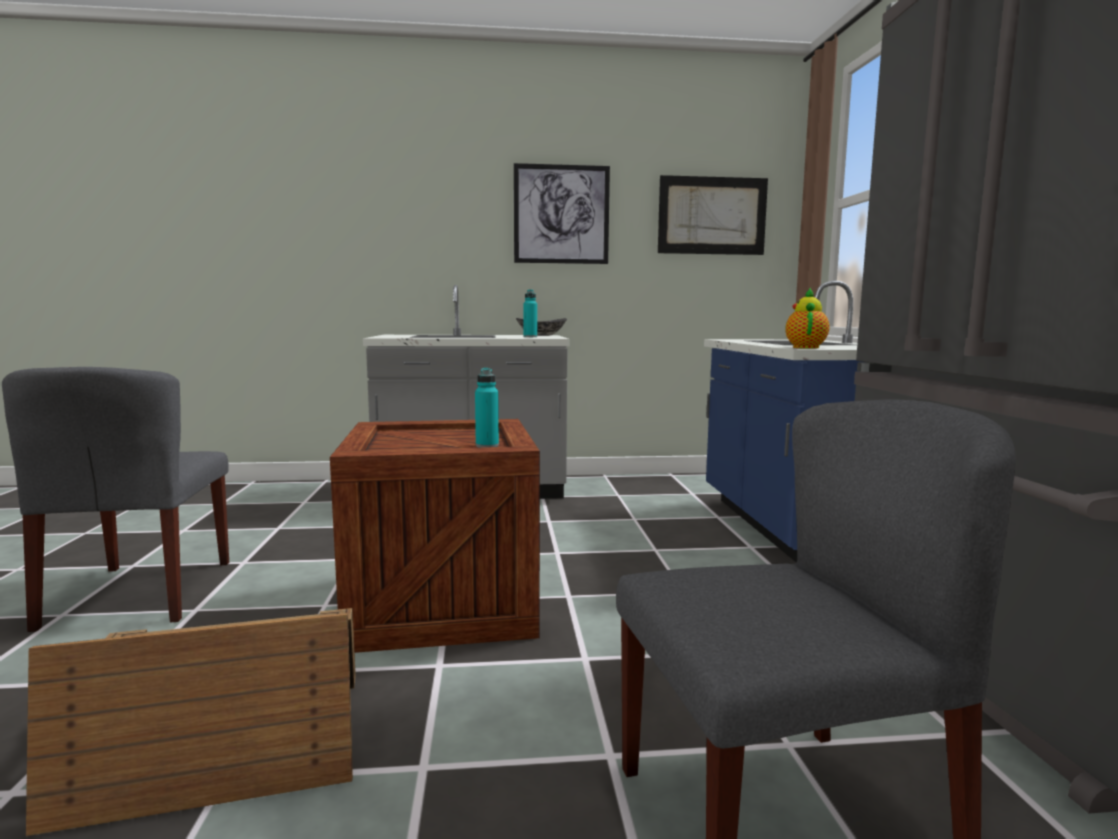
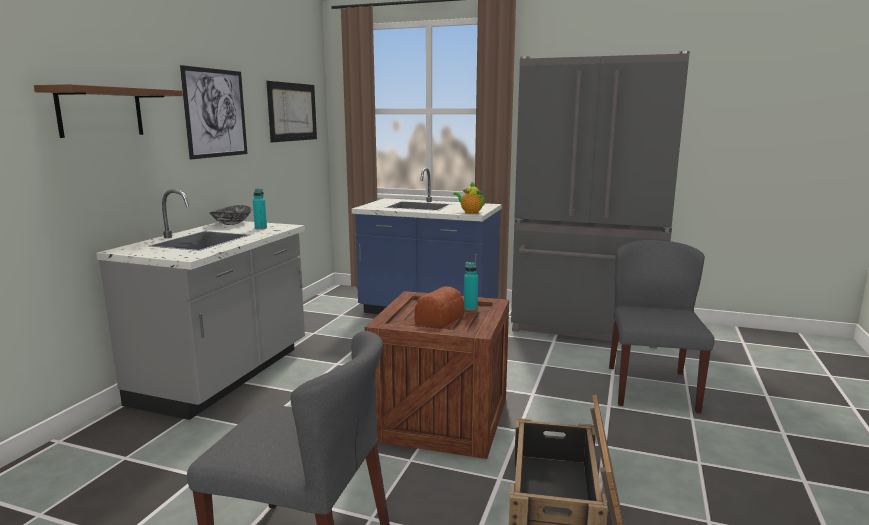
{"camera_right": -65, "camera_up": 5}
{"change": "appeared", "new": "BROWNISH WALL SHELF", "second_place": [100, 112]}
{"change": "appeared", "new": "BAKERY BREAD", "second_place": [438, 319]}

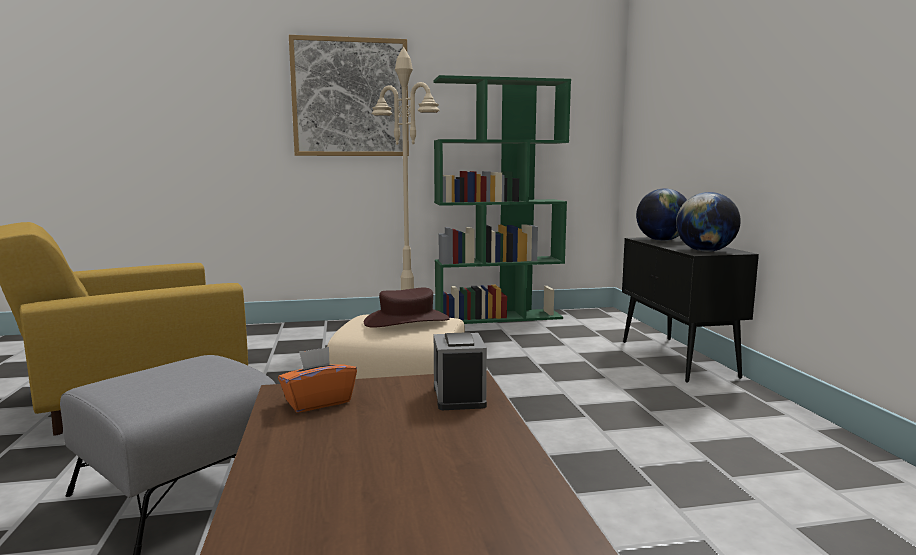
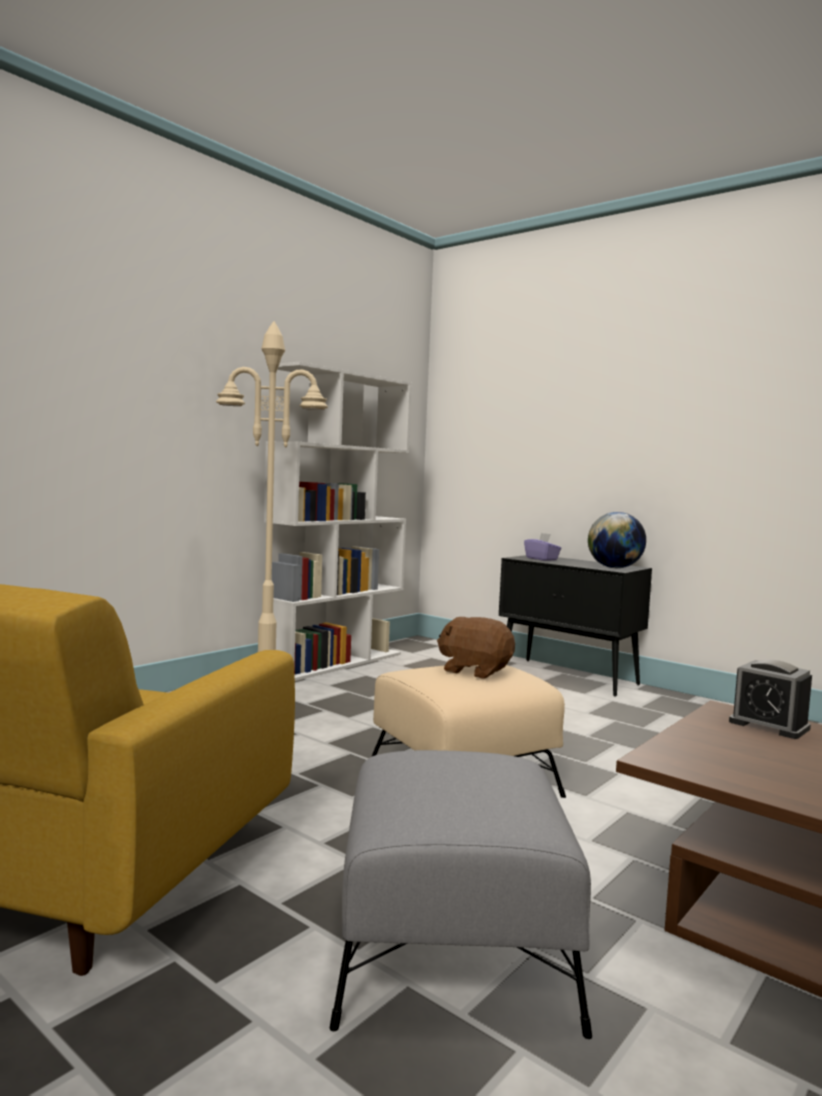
{"camera_right": -40, "camera_up": -5}
{"change": "missing", "old": "ORANGE TISSUE BOX", "first_place": [318, 402]}
{"change": "missing", "old": "PICTURE", "first_place": [350, 98]}
{"change": "exchanged", "old": "BROWNISH CLOTHING HAT", "new": "BROWNISH CUDDLY TOY", "first_place": [406, 321], "second_place": [475, 671]}
{"change": "exchanged", "old": "DESK GLOBE", "new": "PURPLE TISSUE BOX", "first_place": [661, 240], "second_place": [542, 559]}
{"change": "colour", "old": "GREENISH BOOKSHELF", "new": "WHITE-COLOURED BOOKSHELF", "first_place": [499, 317], "second_place": [334, 662]}

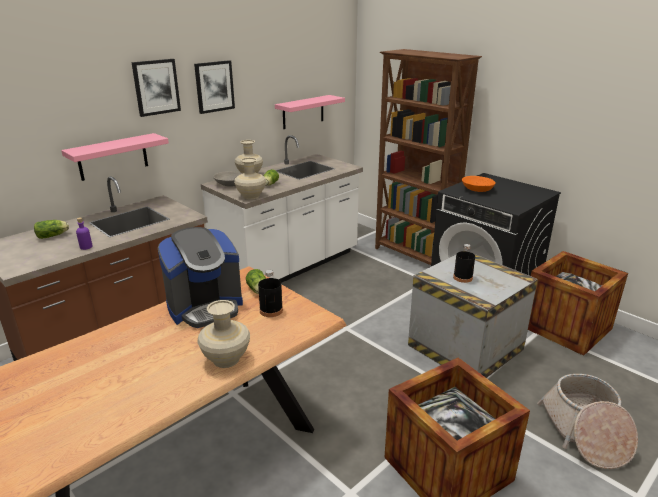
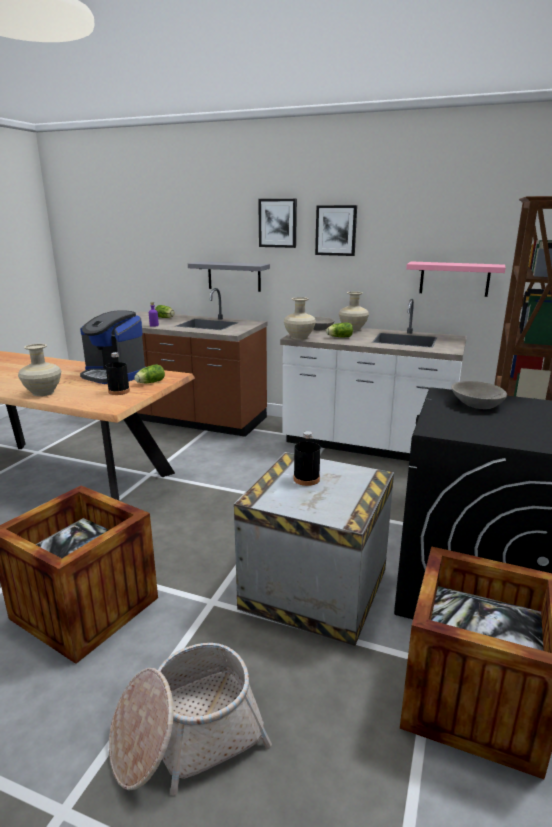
{"camera_right": 65, "camera_up": -5}
{"change": "colour", "old": "PINK-COLOURED WALL SHELF", "new": "GRAY WALL SHELF", "first_place": [113, 157], "second_place": [234, 276]}
{"change": "colour", "old": "ORANGE SERVING BOWL", "new": "GRAY SERVING BOWL", "first_place": [477, 189], "second_place": [476, 404]}

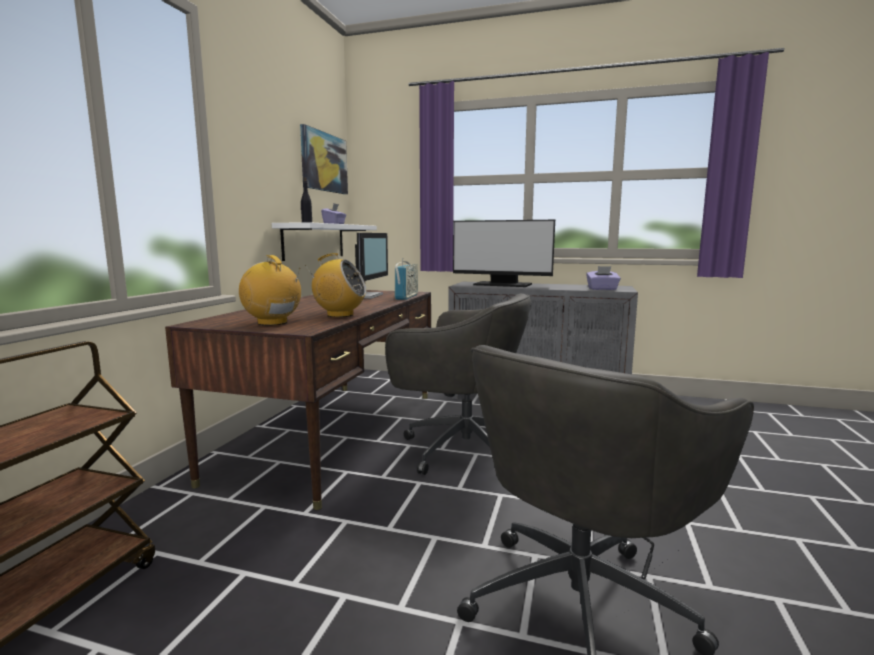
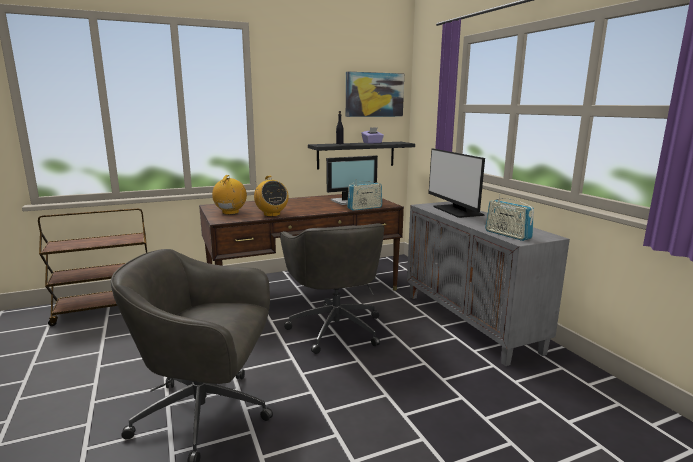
{"camera_right": 50, "camera_up": 5}
{"change": "exchanged", "old": "PURPLE TISSUE BOX", "new": "RADIO", "first_place": [602, 289], "second_place": [507, 235]}
{"change": "colour", "old": "WHITE-COLOURED WALL SHELF", "new": "BLACK-COLOURED WALL SHELF", "first_place": [314, 241], "second_place": [356, 155]}

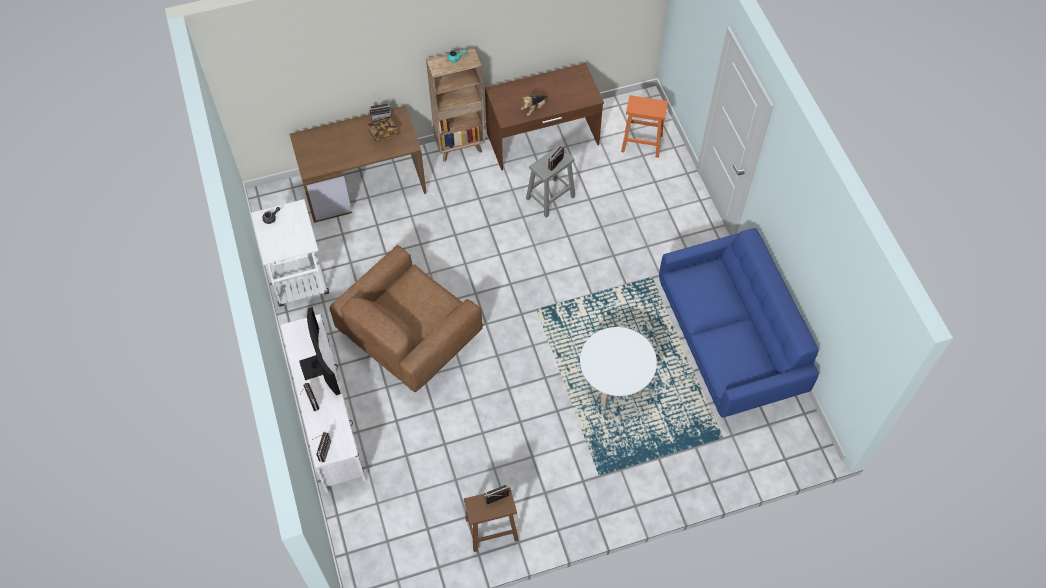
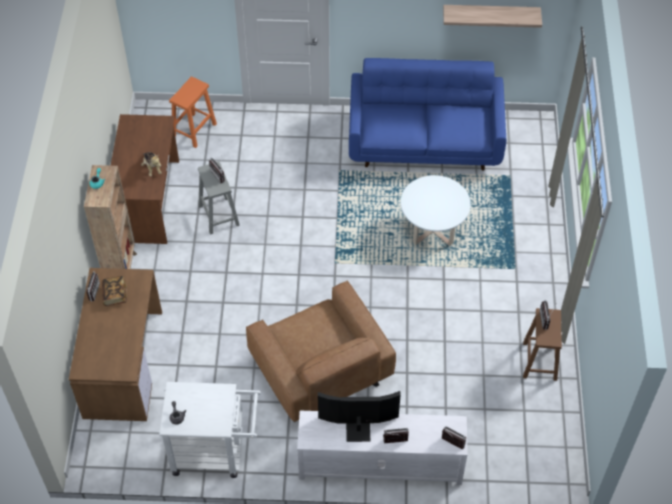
{"camera_right": -70, "camera_up": -5}
{"change": "appeared", "new": "WALL SHELF", "second_place": [490, 14]}

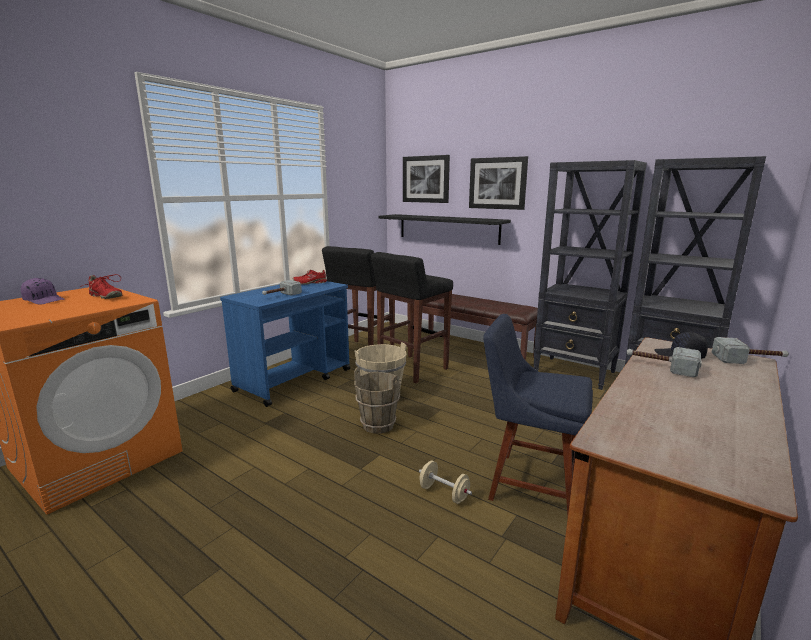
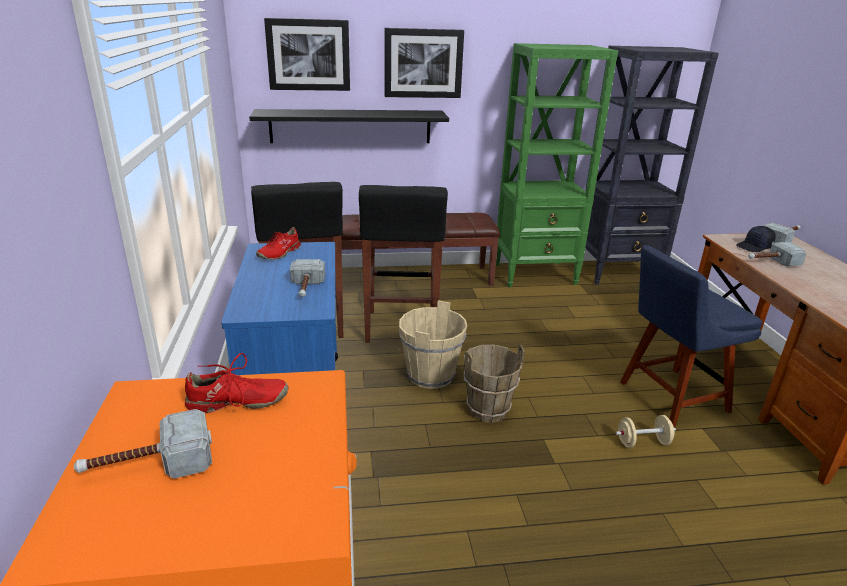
{"camera_right": -45, "camera_up": 10}
{"change": "exchanged", "old": "PURPLE CAP", "new": "HAND HAMMER", "first_place": [45, 300], "second_place": [148, 465]}
{"change": "colour", "old": "BLACK-COLOURED BOOKSHELF", "new": "GREENISH BOOKSHELF", "first_place": [575, 373], "second_place": [535, 274]}

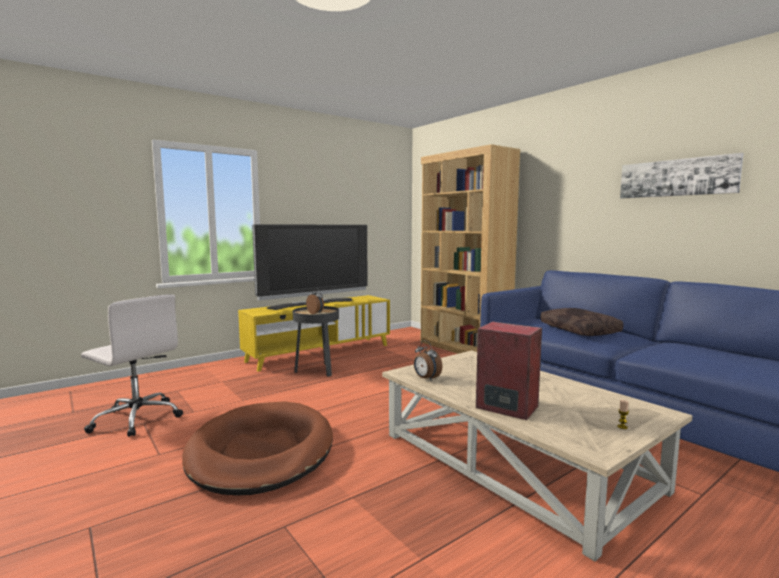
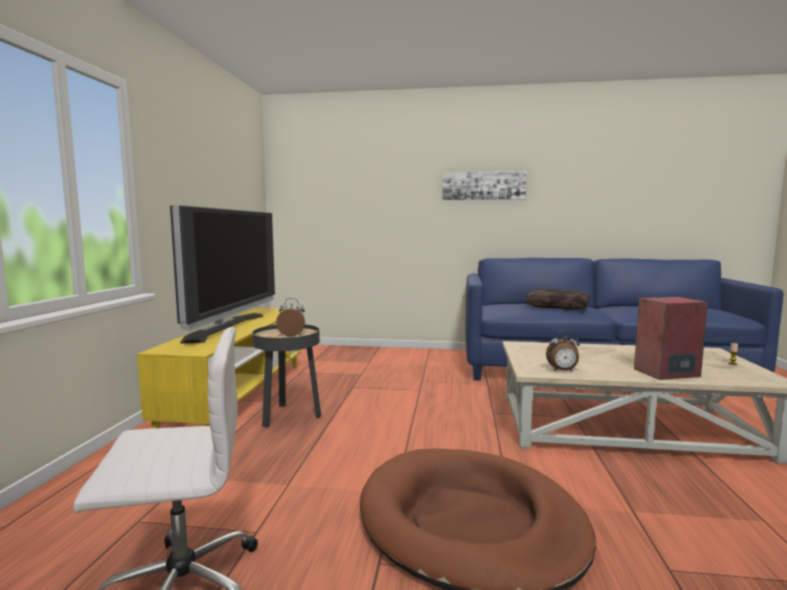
{"camera_right": -45, "camera_up": 0}
{"change": "missing", "old": "BROWNISH BOOKSHELF", "first_place": [463, 348]}
{"change": "relocated", "old": "PICTURE", "first_place": [676, 178], "second_place": [483, 185]}

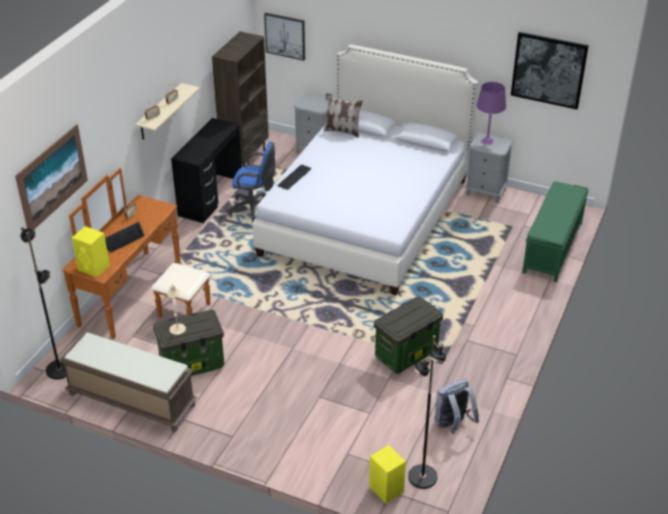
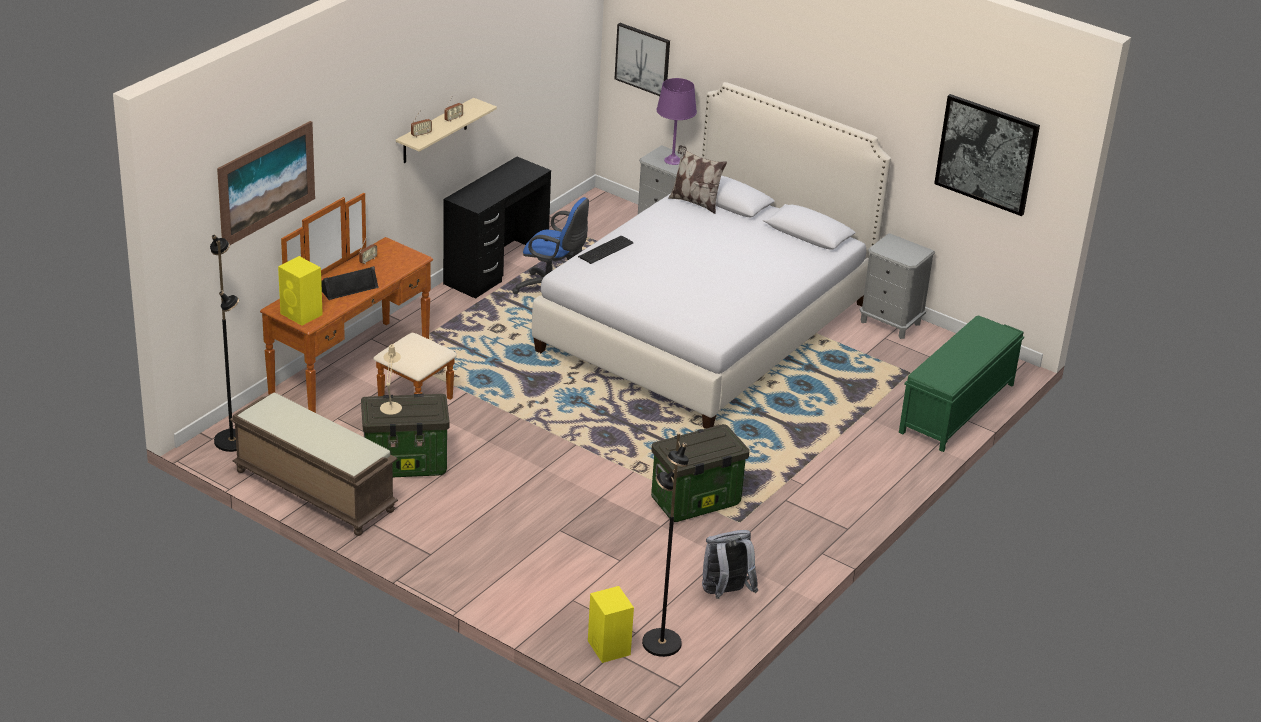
{"camera_right": 10, "camera_up": -5}
{"change": "missing", "old": "BROWNISH BOOKSHELF", "first_place": [245, 159]}
{"change": "relocated", "old": "PURPLE LAMP FOR A TABLE", "first_place": [487, 141], "second_place": [672, 160]}

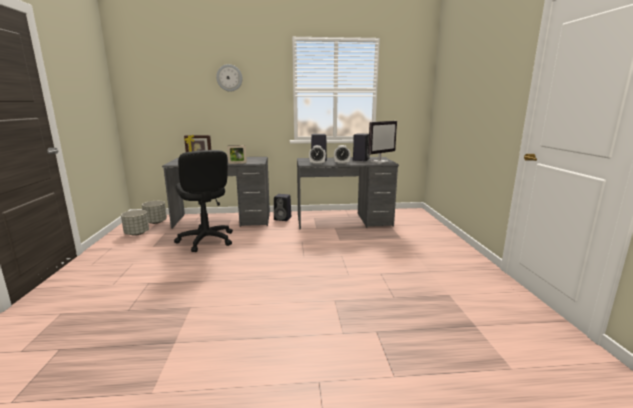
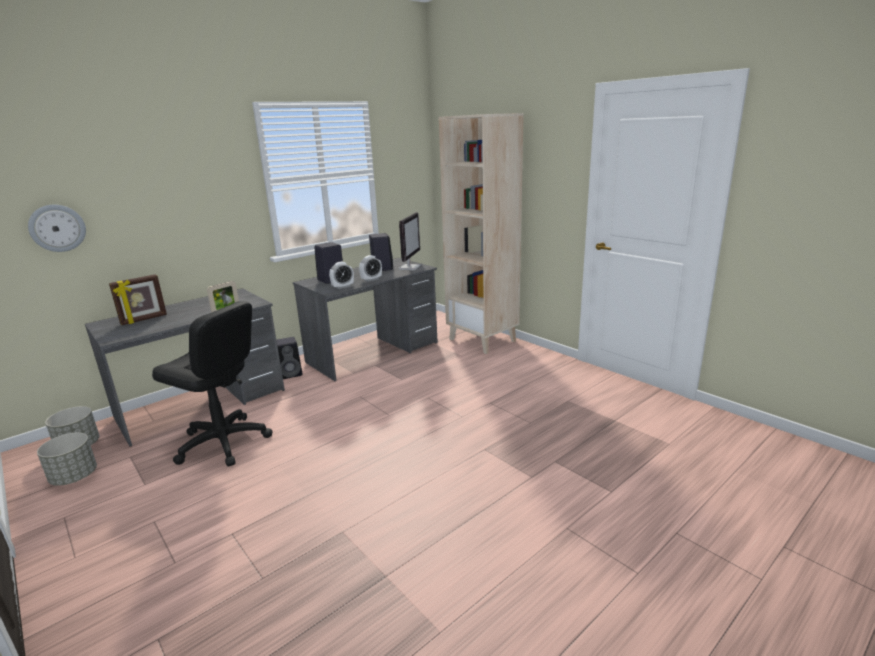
{"camera_right": -35, "camera_up": 5}
{"change": "appeared", "new": "SAND-COLOURED BOOKSHELF", "second_place": [483, 340]}
{"change": "relocated", "old": "CLOCK ON THE WALL", "first_place": [229, 78], "second_place": [57, 228]}

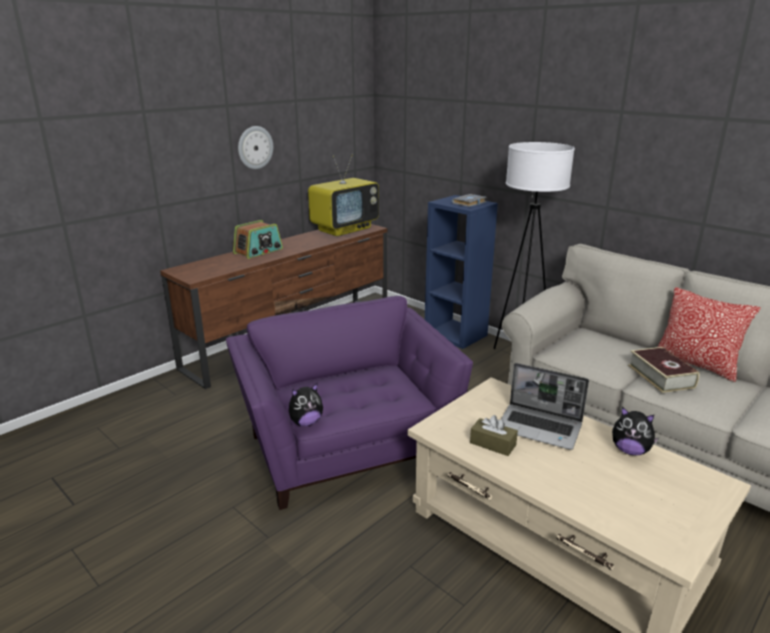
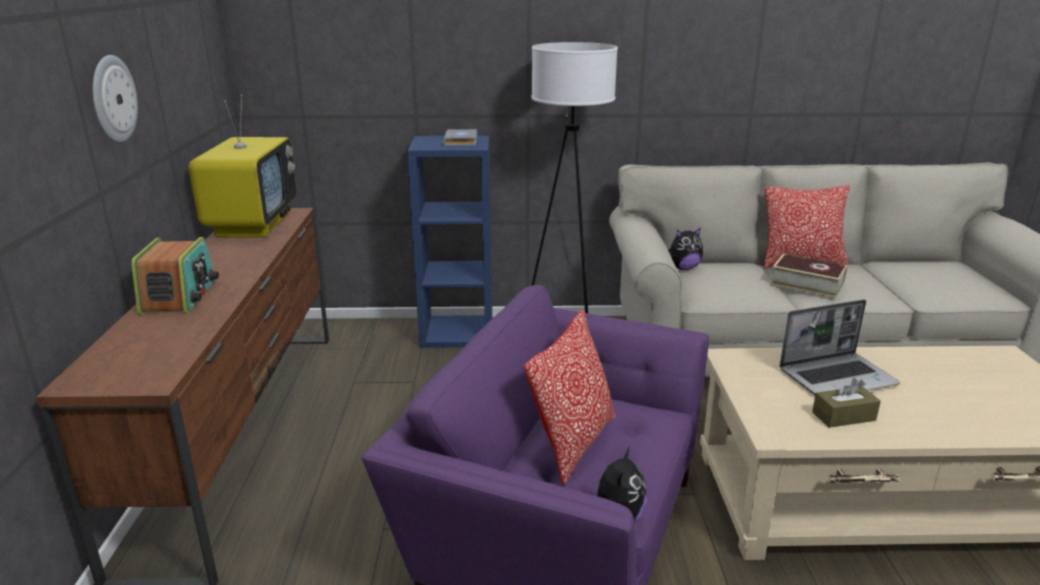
{"camera_right": -45, "camera_up": 0}
{"change": "appeared", "new": "PILLOW", "second_place": [573, 443]}
{"change": "relocated", "old": "CUDDLY TOY", "first_place": [630, 451], "second_place": [683, 268]}

